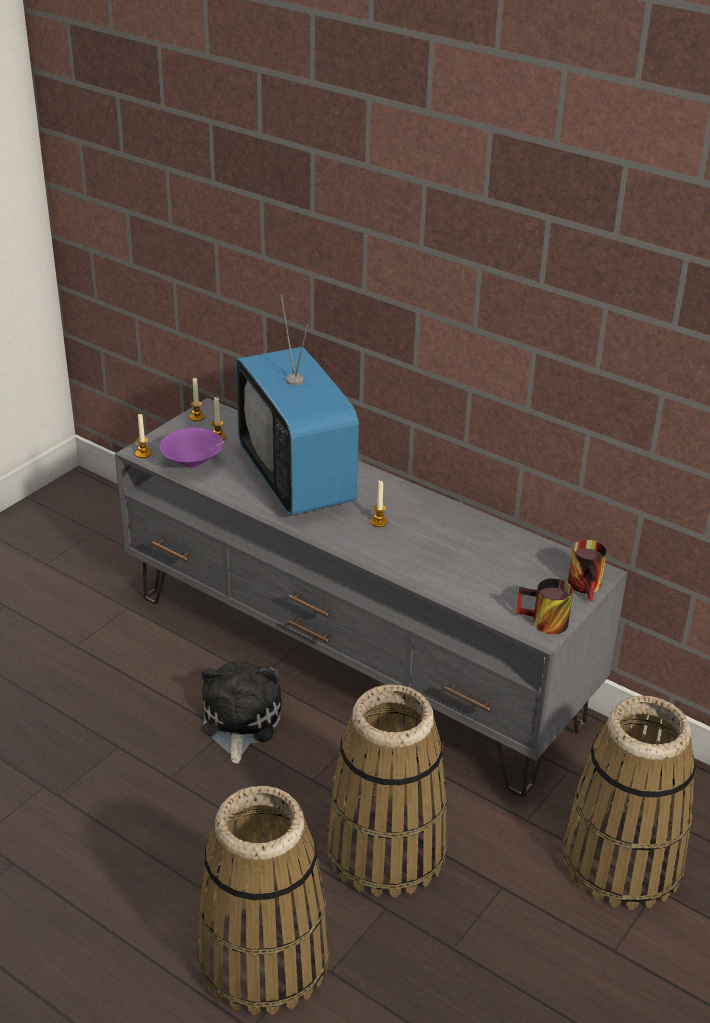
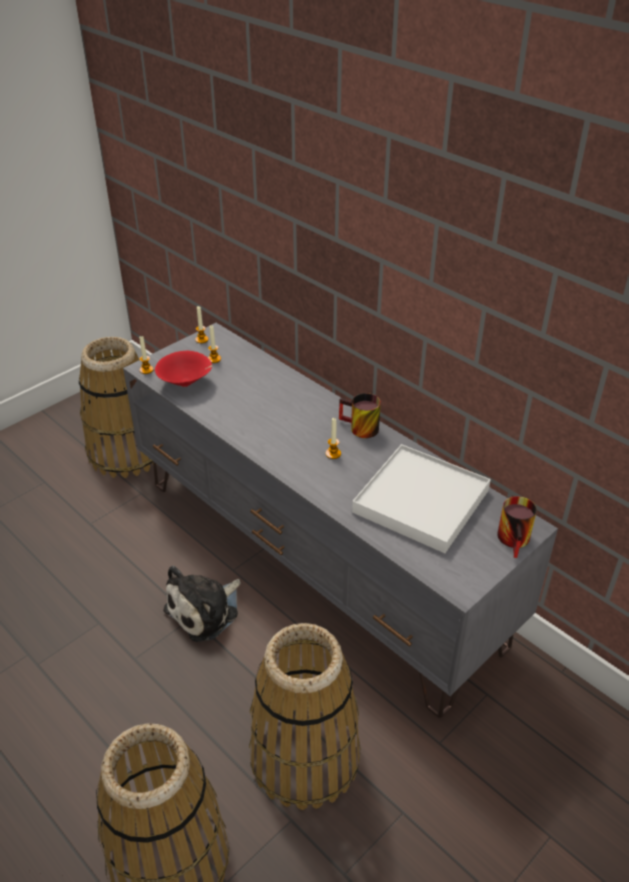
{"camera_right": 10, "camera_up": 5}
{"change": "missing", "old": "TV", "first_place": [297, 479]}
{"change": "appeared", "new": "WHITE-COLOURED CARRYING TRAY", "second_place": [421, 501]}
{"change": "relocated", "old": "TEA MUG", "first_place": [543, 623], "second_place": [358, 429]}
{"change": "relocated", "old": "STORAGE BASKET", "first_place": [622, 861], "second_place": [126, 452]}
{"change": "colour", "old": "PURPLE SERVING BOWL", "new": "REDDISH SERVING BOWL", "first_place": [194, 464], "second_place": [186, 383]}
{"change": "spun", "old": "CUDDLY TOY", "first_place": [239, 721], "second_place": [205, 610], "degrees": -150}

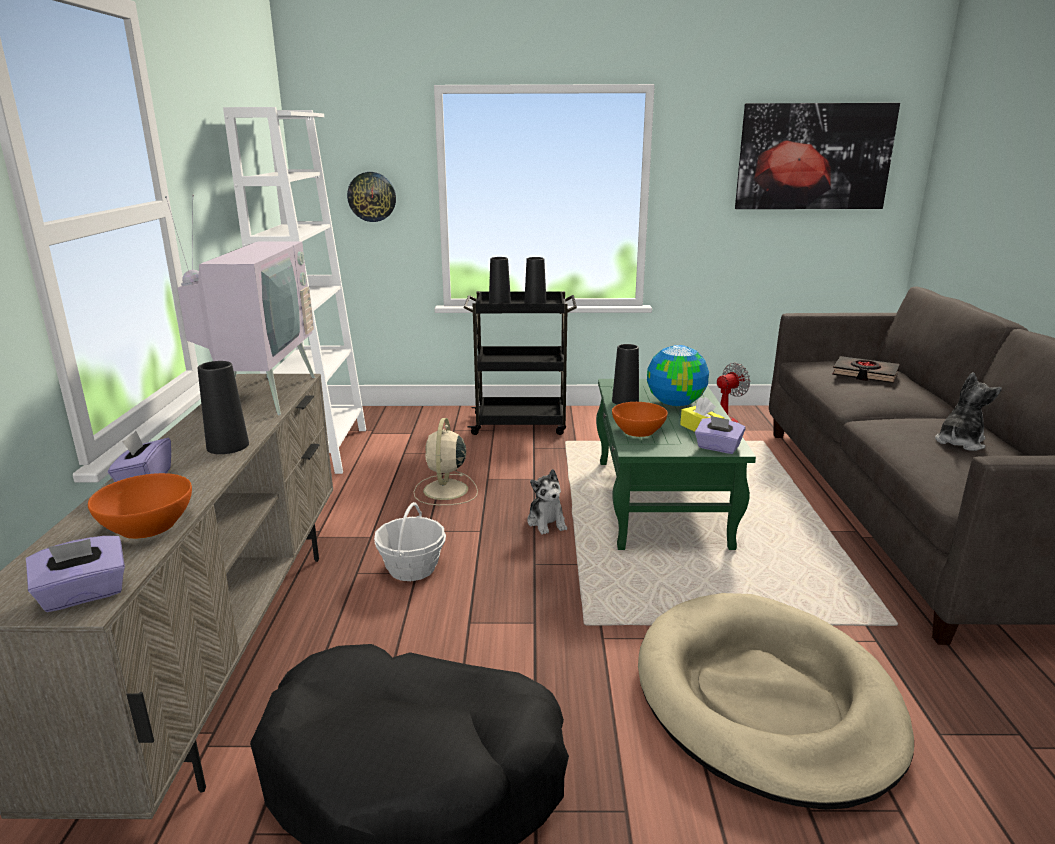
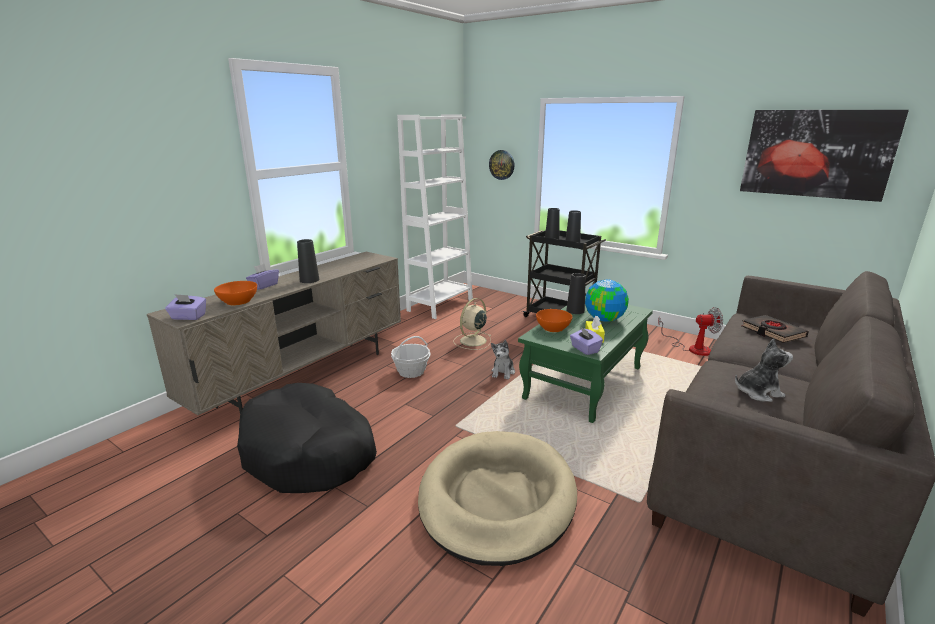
{"camera_right": 35, "camera_up": 0}
{"change": "missing", "old": "TV", "first_place": [262, 394]}

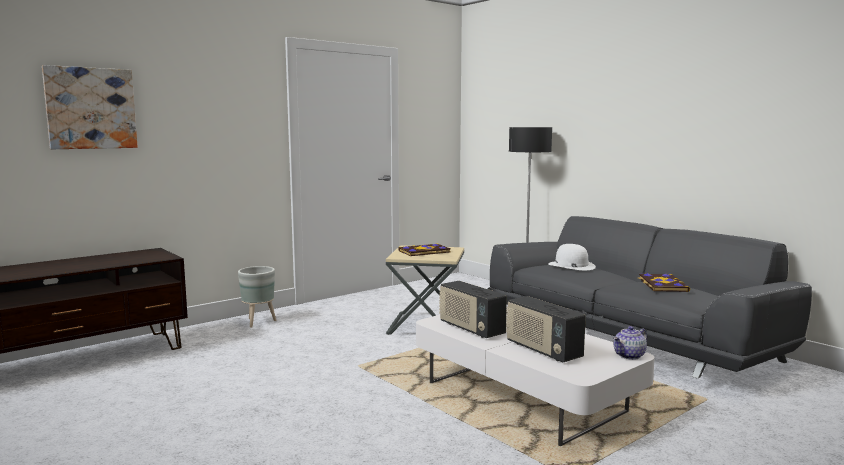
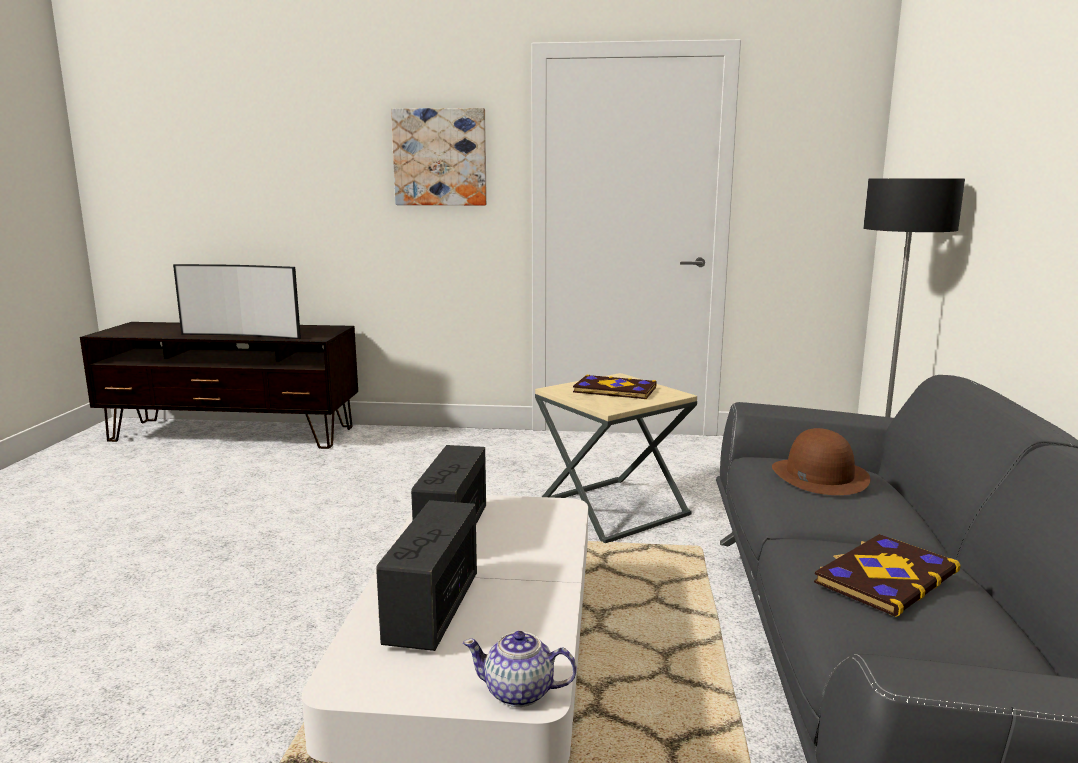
{"camera_right": 45, "camera_up": 5}
{"change": "missing", "old": "GRAY PLANT POT", "first_place": [259, 322]}
{"change": "appeared", "new": "TV", "second_place": [243, 335]}
{"change": "relocated", "old": "PICTURE", "first_place": [91, 108], "second_place": [440, 157]}
{"change": "colour", "old": "WHITE-COLOURED CLOTHING HAT", "new": "BROWNISH CLOTHING HAT", "first_place": [571, 265], "second_place": [819, 475]}

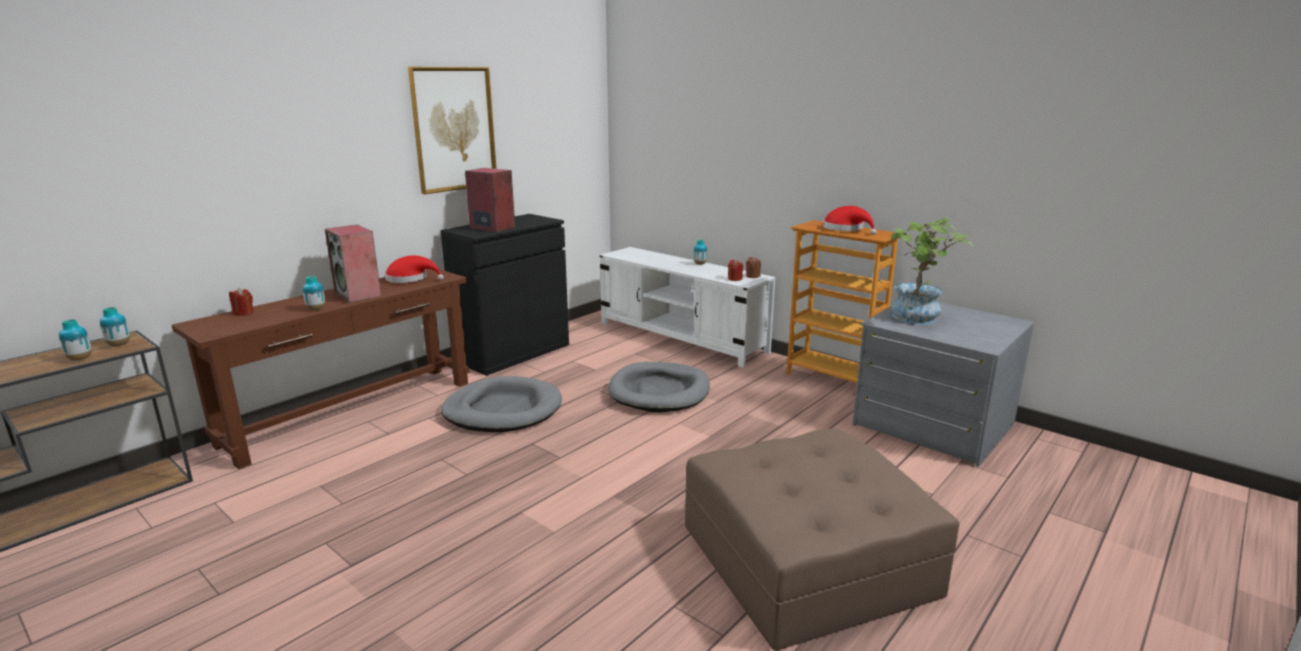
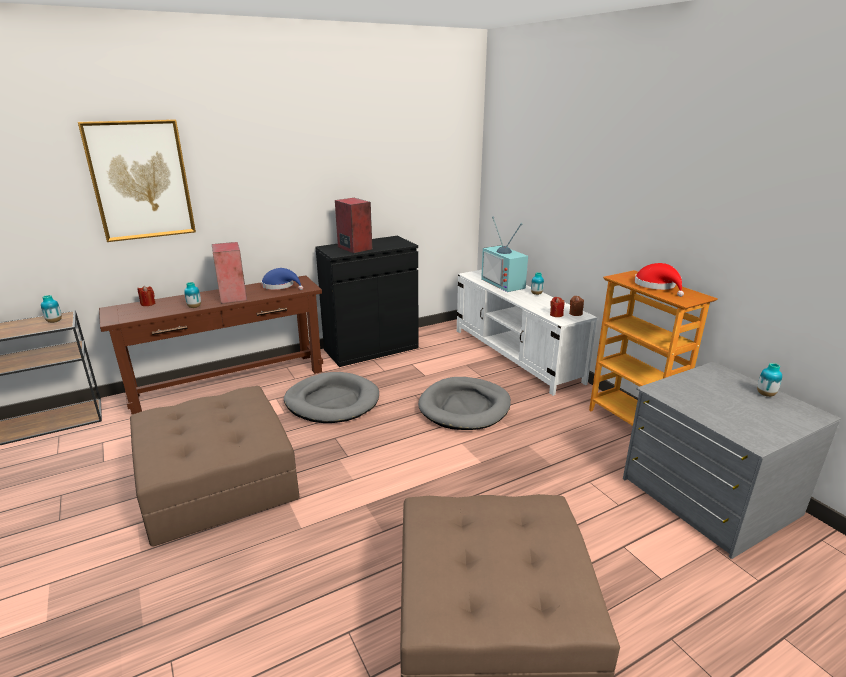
{"camera_right": 20, "camera_up": 5}
{"change": "missing", "old": "POTTED PLANT", "first_place": [917, 319]}
{"change": "appeared", "new": "BROWNISH FOOTREST", "second_place": [218, 479]}
{"change": "appeared", "new": "TV", "second_place": [505, 283]}
{"change": "relocated", "old": "VASE", "first_place": [80, 359], "second_place": [765, 394]}
{"change": "relocated", "old": "PICTURE", "first_place": [454, 129], "second_place": [140, 180]}
{"change": "colour", "old": "REDDISH CLOTHING HAT", "new": "BLUE-COLOURED CLOTHING HAT", "first_place": [410, 279], "second_place": [280, 286]}

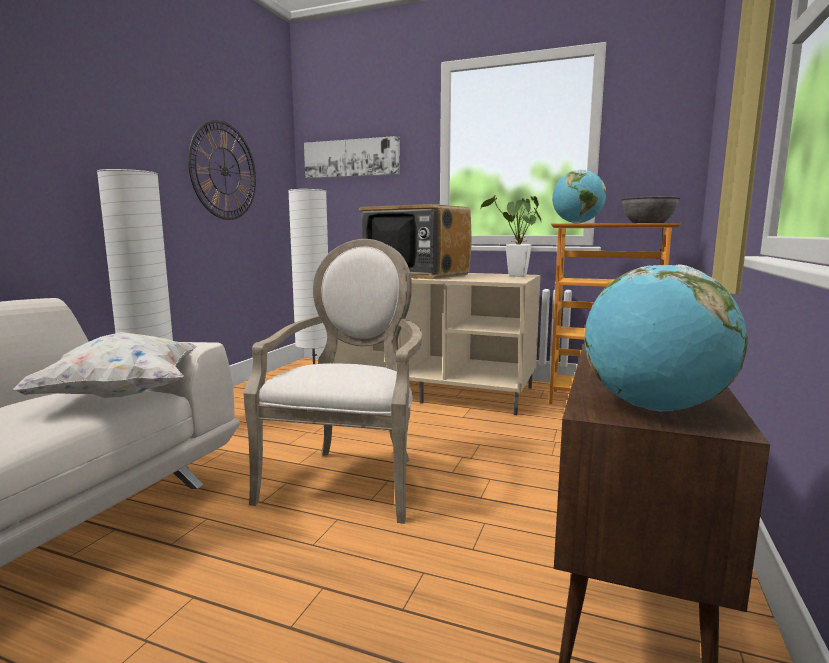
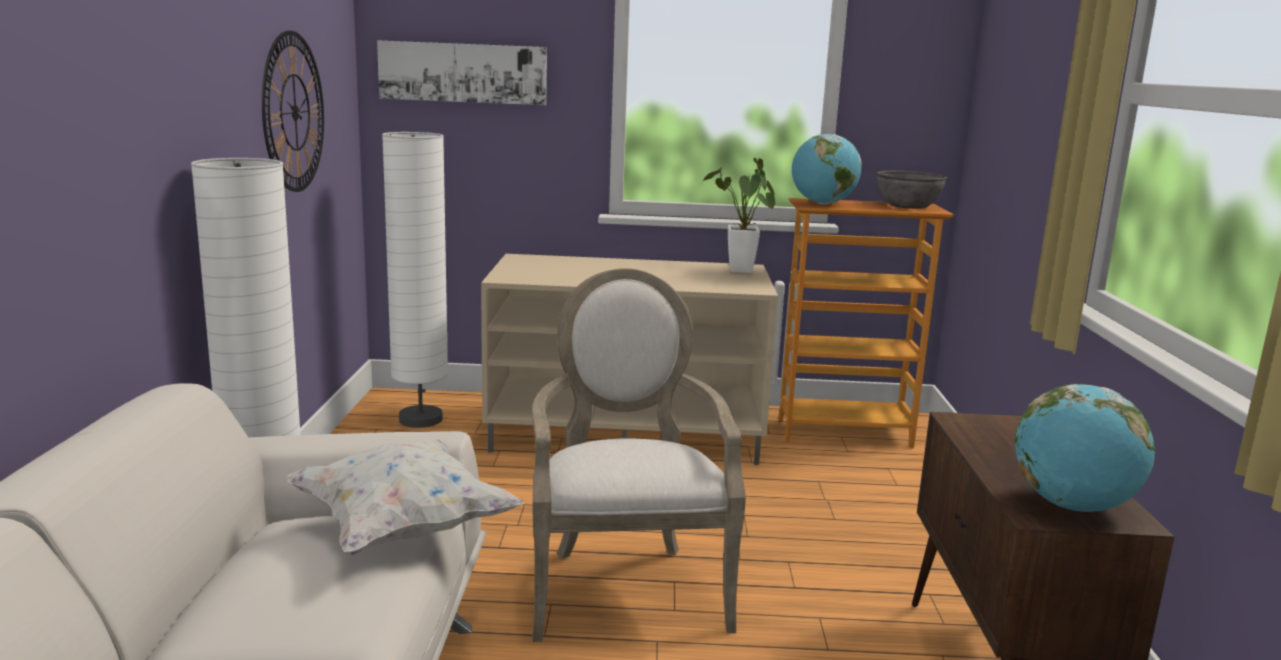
{"camera_right": -20, "camera_up": 5}
{"change": "missing", "old": "TV", "first_place": [415, 274]}

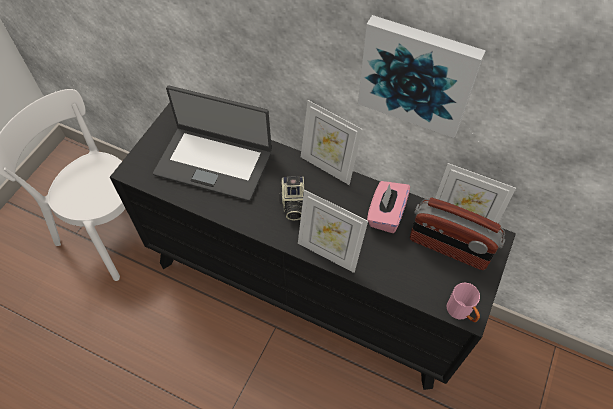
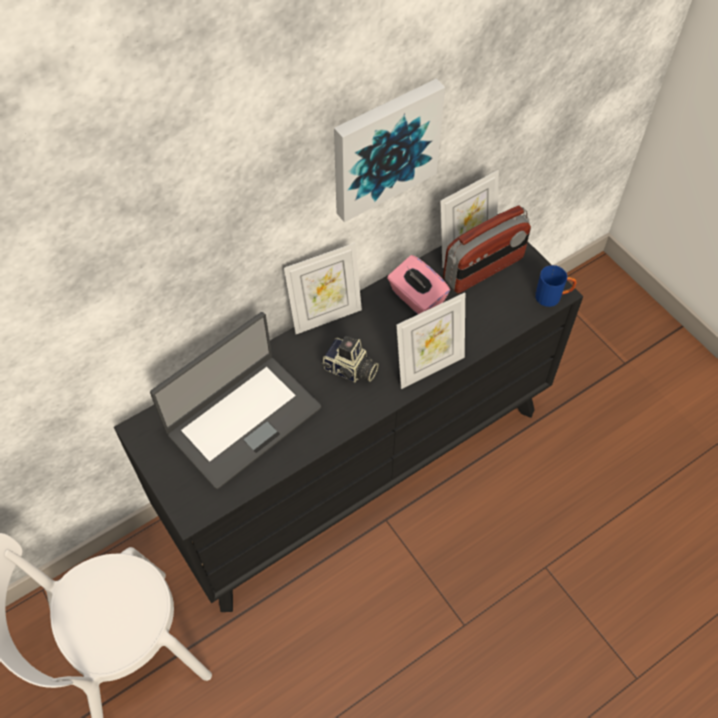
{"camera_right": -60, "camera_up": 0}
{"change": "colour", "old": "PINK-COLOURED TEA MUG", "new": "BLUE-COLOURED TEA MUG", "first_place": [461, 312], "second_place": [553, 297]}

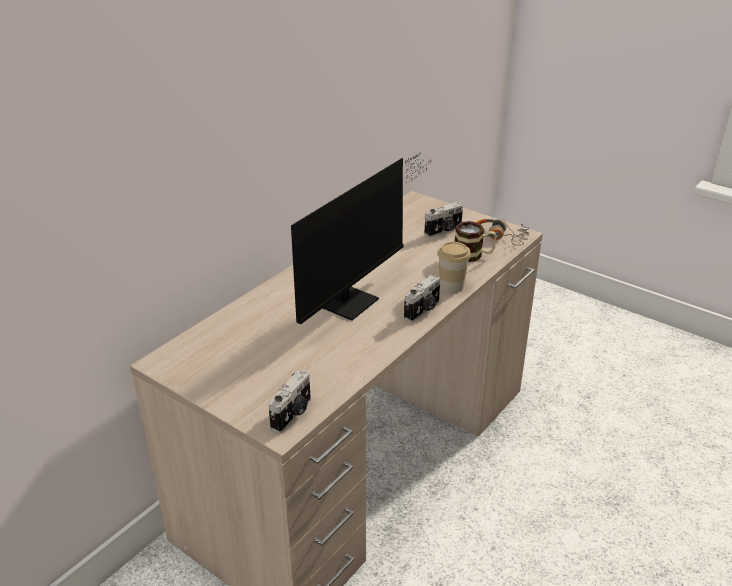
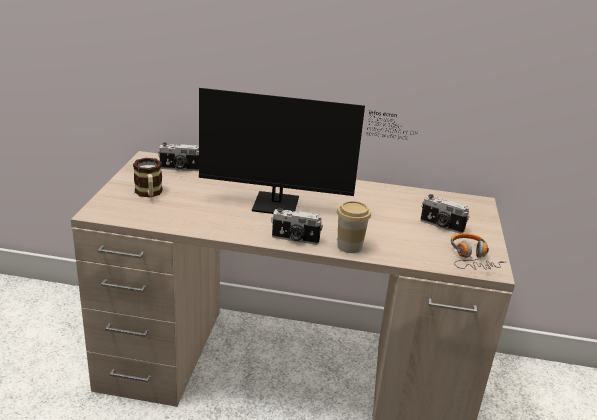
{"camera_right": 60, "camera_up": -5}
{"change": "relocated", "old": "STILL CAMERA", "first_place": [293, 414], "second_place": [180, 168]}
{"change": "relocated", "old": "TEA MUG", "first_place": [473, 255], "second_place": [149, 194]}

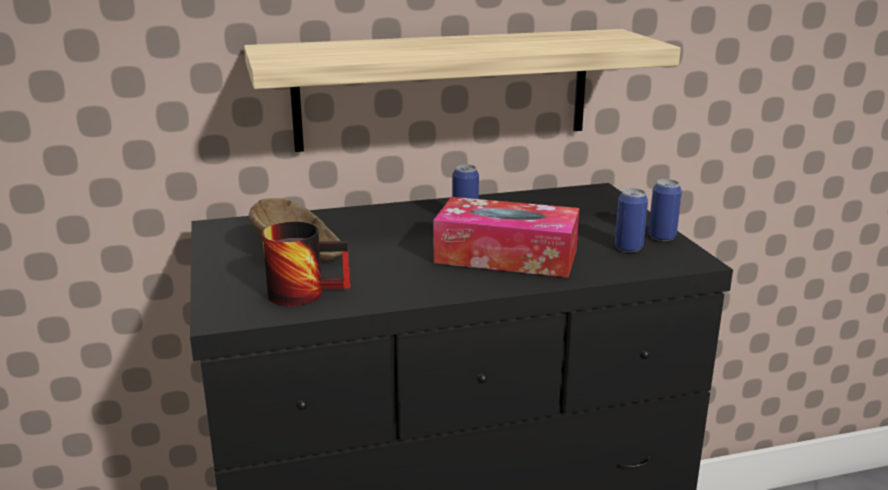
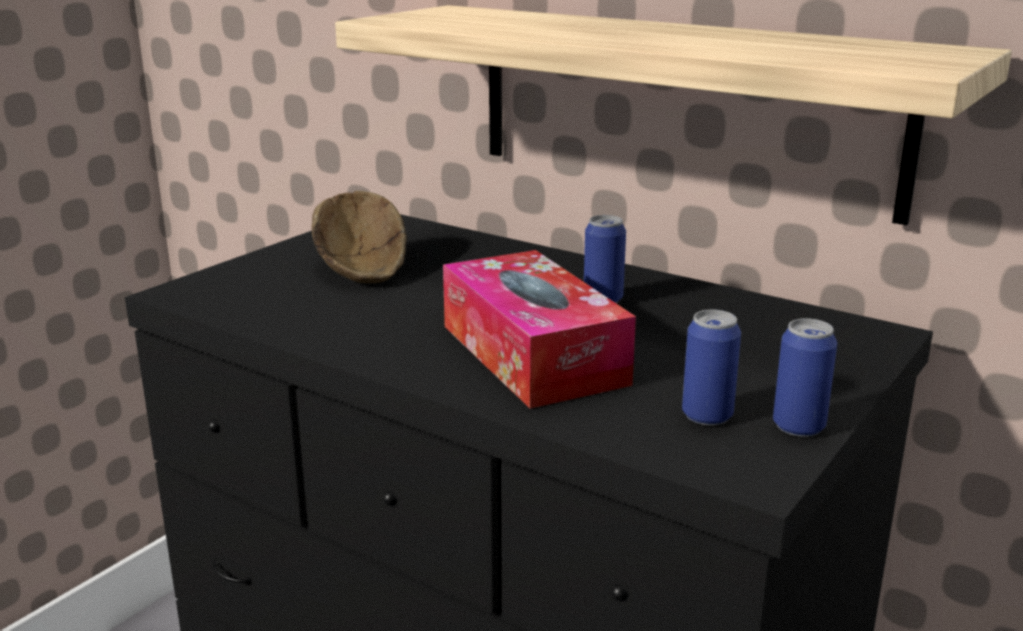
{"camera_right": 50, "camera_up": 0}
{"change": "missing", "old": "TEA MUG", "first_place": [306, 291]}

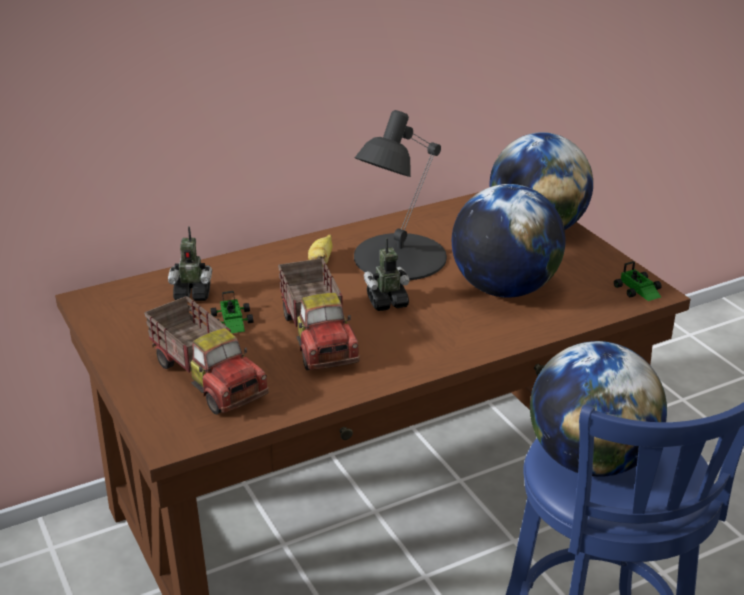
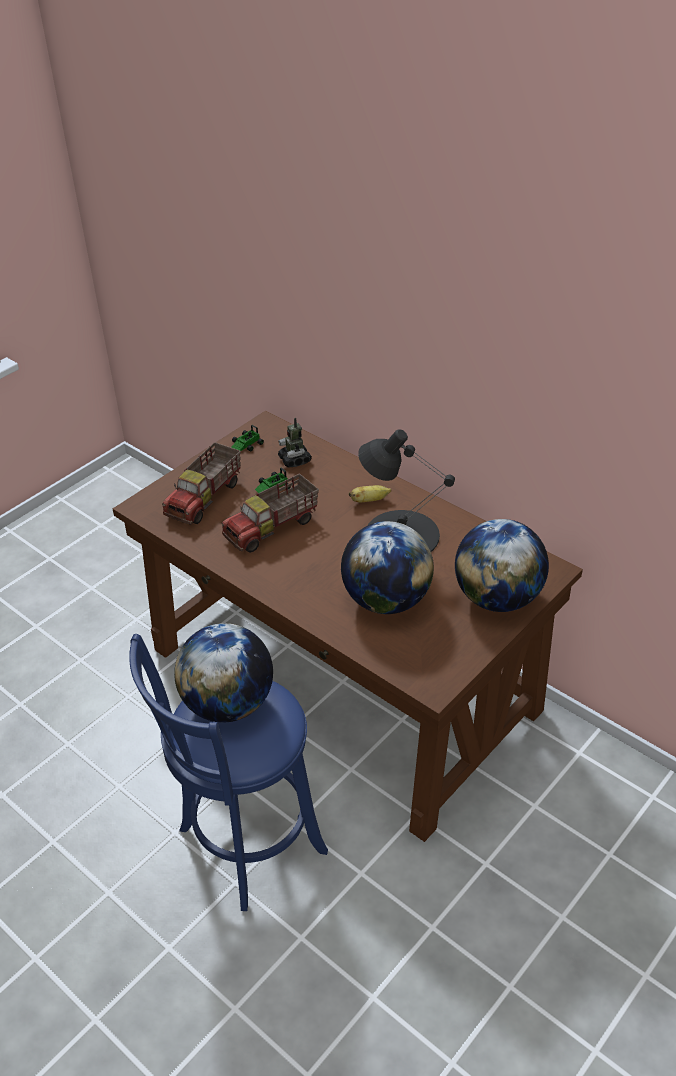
{"camera_right": 70, "camera_up": 10}
{"change": "missing", "old": "TOY ROBOT", "first_place": [387, 302]}
{"change": "relocated", "old": "MODEL CAR", "first_place": [640, 290], "second_place": [245, 444]}

